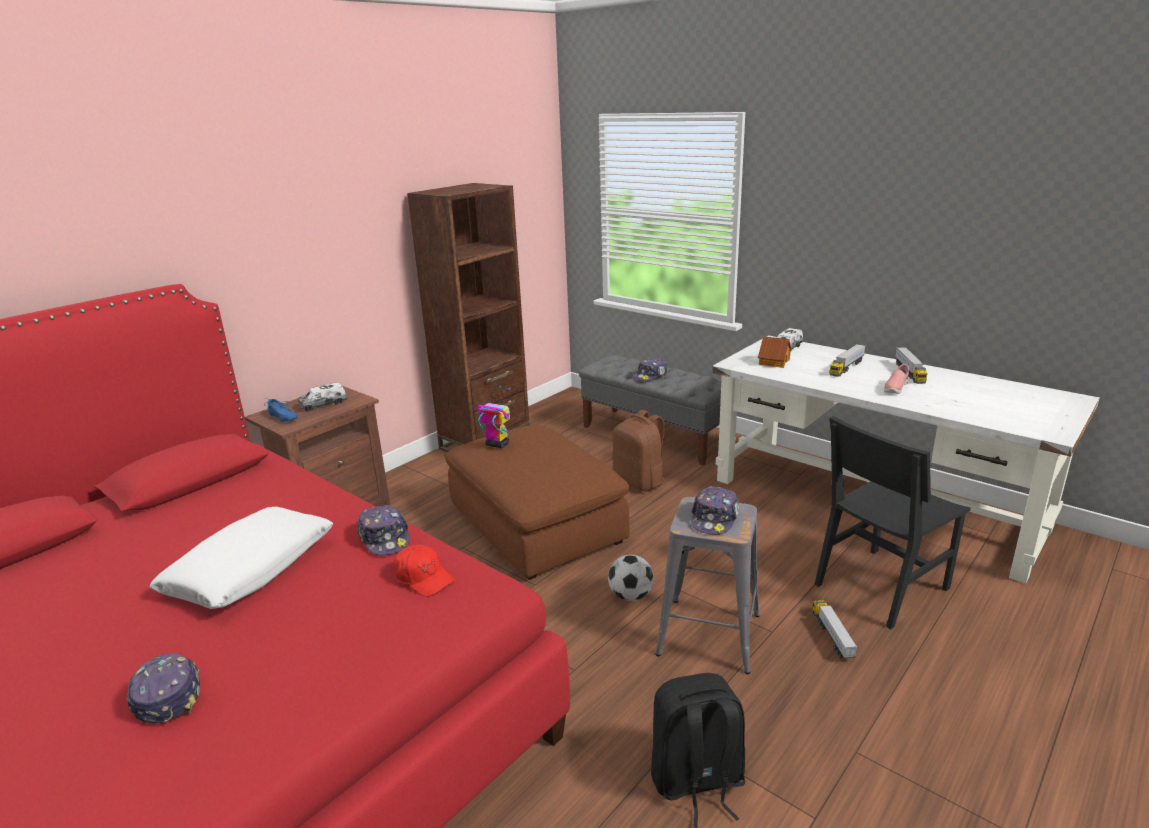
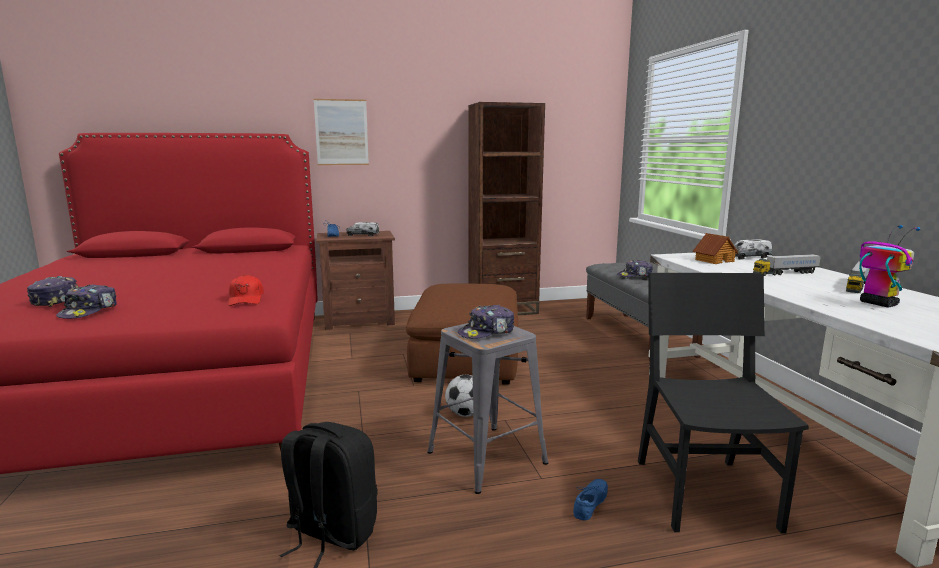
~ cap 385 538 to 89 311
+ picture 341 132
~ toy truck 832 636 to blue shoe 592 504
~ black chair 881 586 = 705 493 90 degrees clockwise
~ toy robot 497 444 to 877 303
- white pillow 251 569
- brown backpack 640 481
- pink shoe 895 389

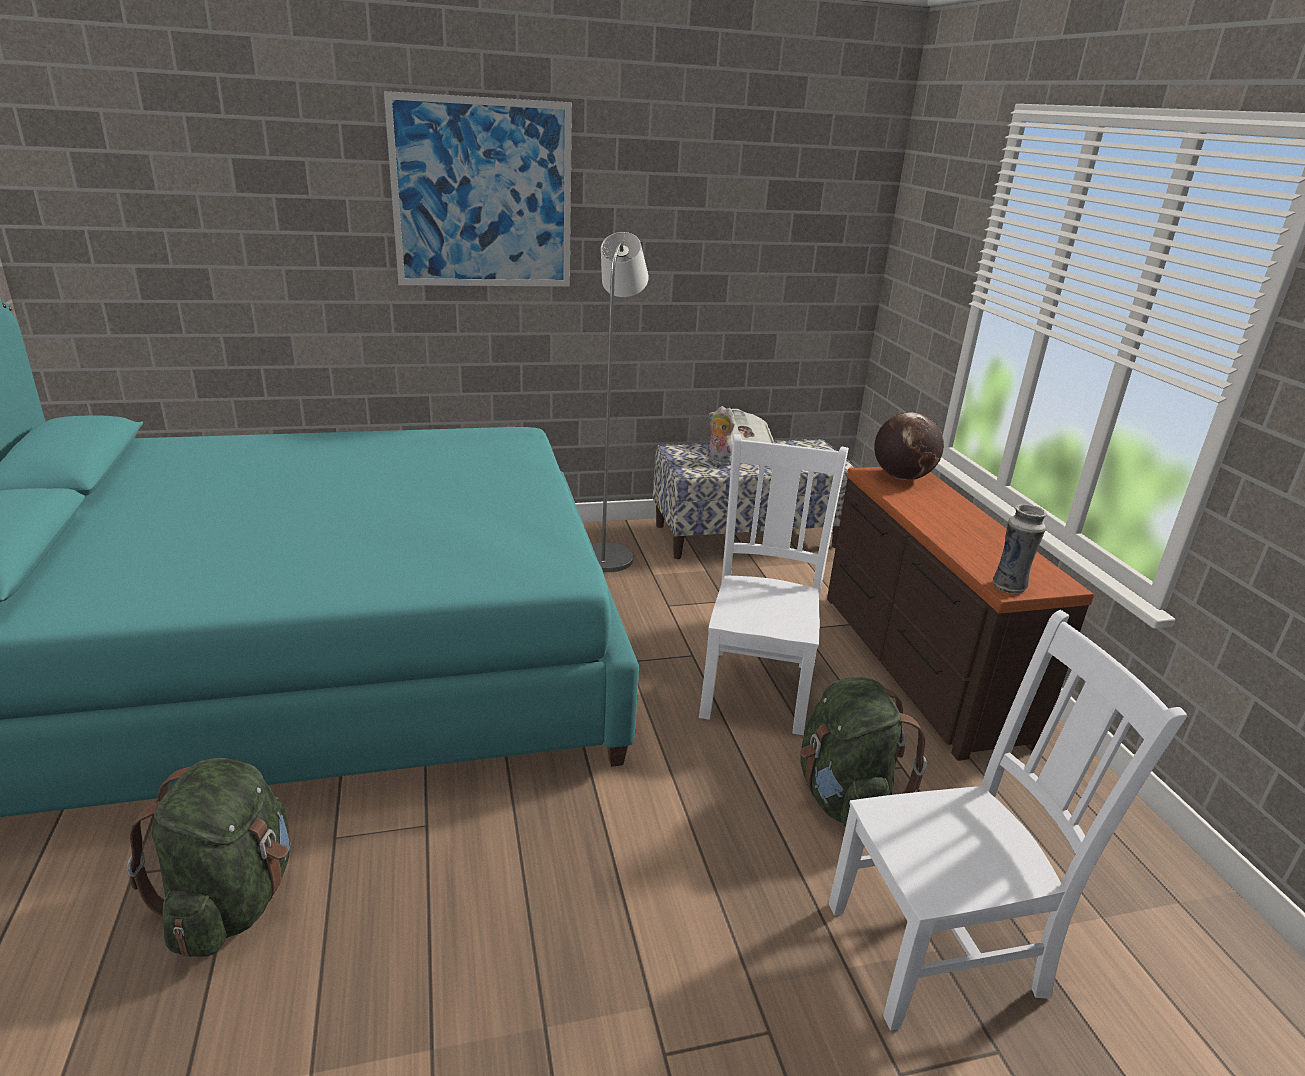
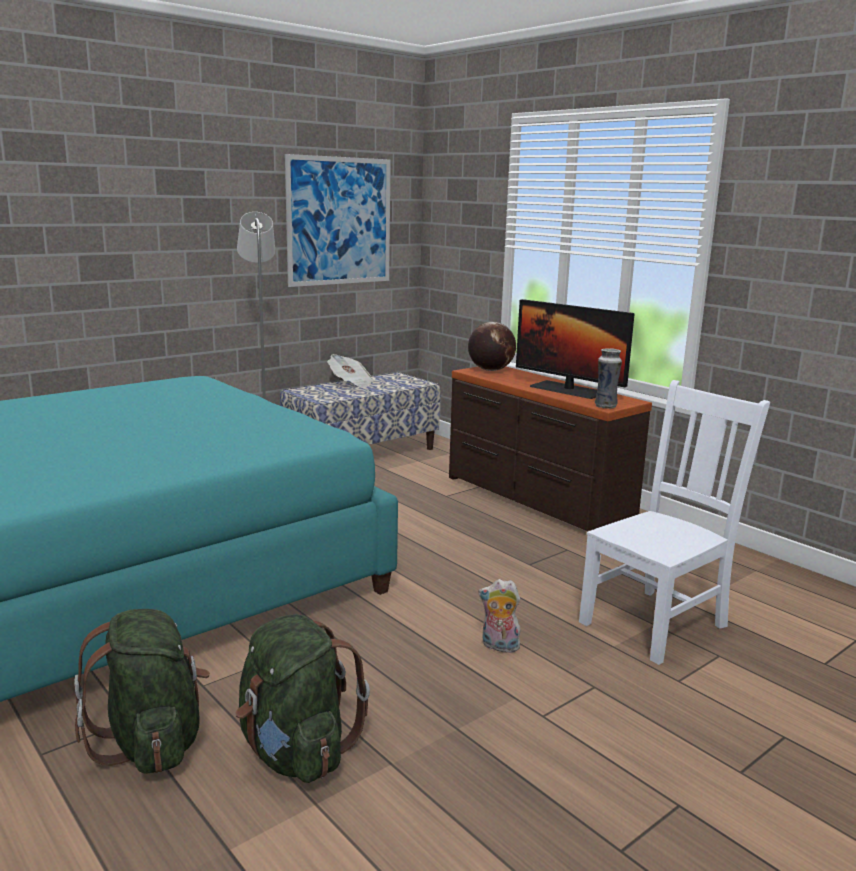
~ green backpack 844 798 to 295 752
~ picture 483 195 to 339 221
~ plush toy 718 461 to 498 647
+ monitor 568 390
- white chair 757 686

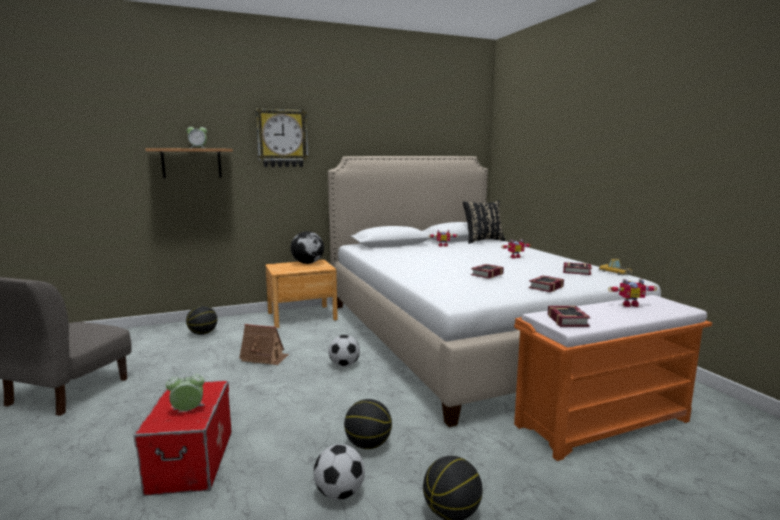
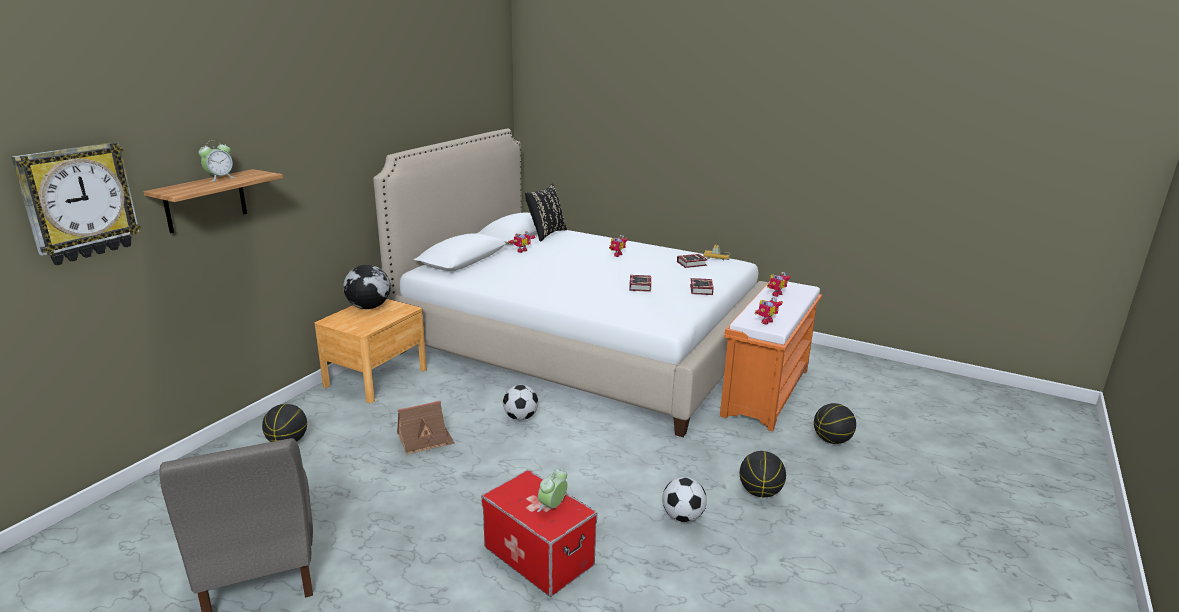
~ wall clock 282 138 to 79 202
~ book 568 320 to toy robot 764 321
~ basketball 368 445 to 832 440

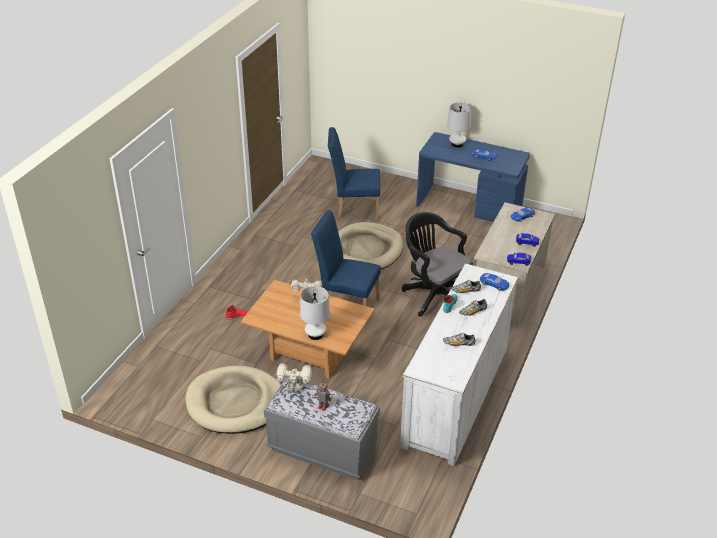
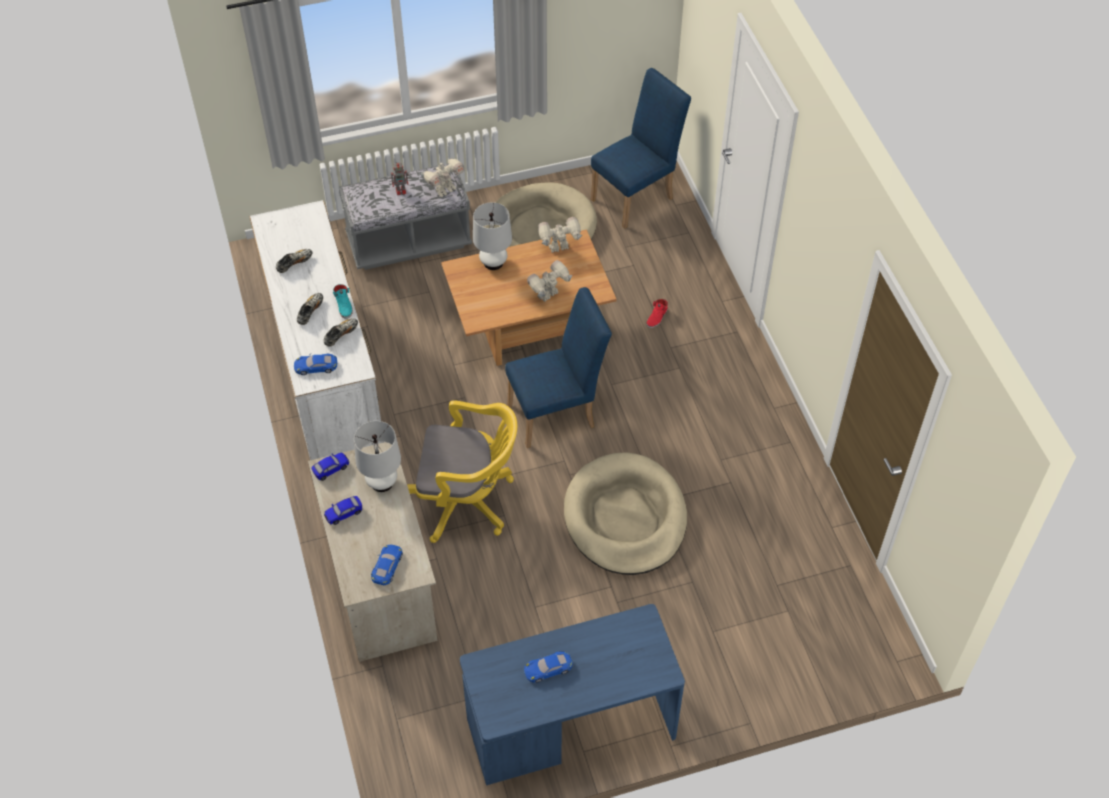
~ white table lamp 457 144 to 382 482
~ black office chair 434 295 to yellow office chair 467 501
+ toy robot 559 249
~ blue chair 353 209 to 637 196

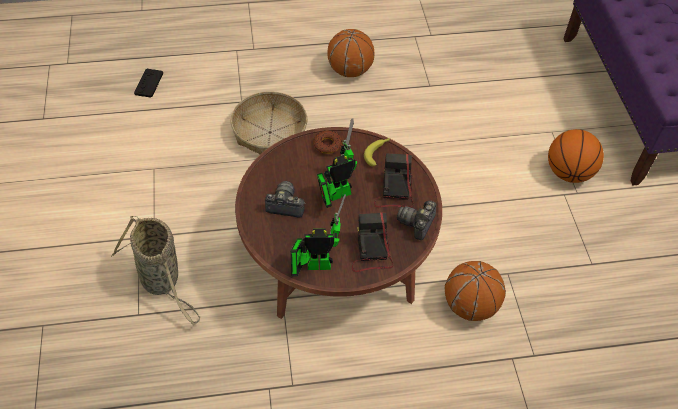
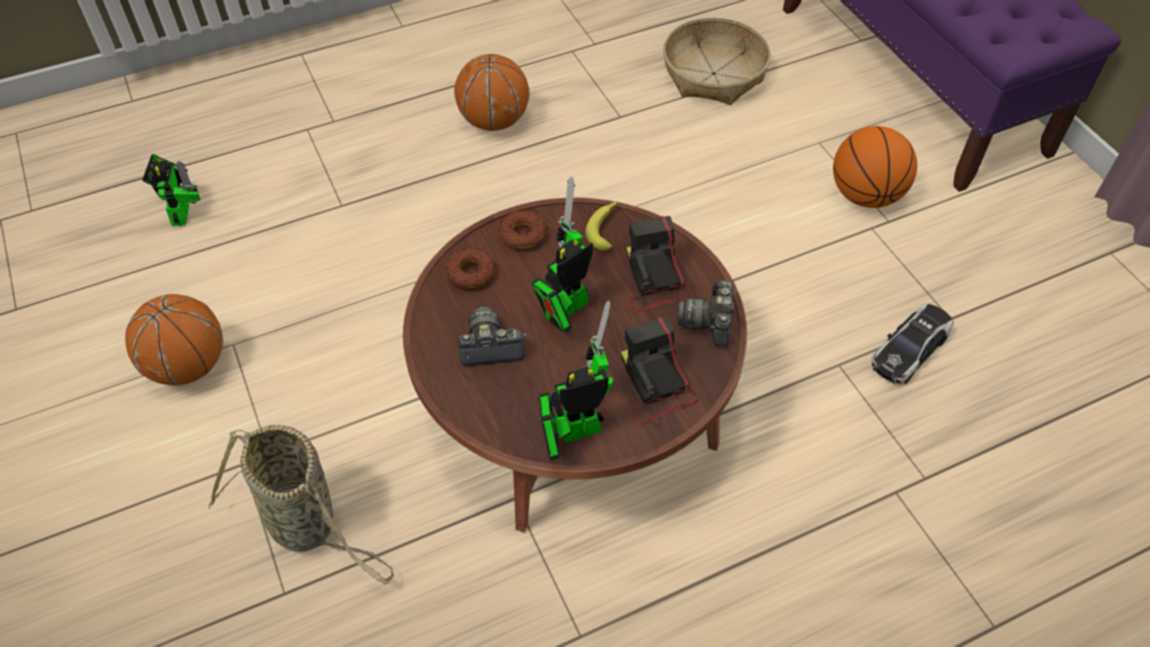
~ basketball 470 306 to 188 366
~ black game controller 149 83 to toy robot 181 211
+ donut 470 272
~ basket 270 132 to 713 73
+ toy car 909 350

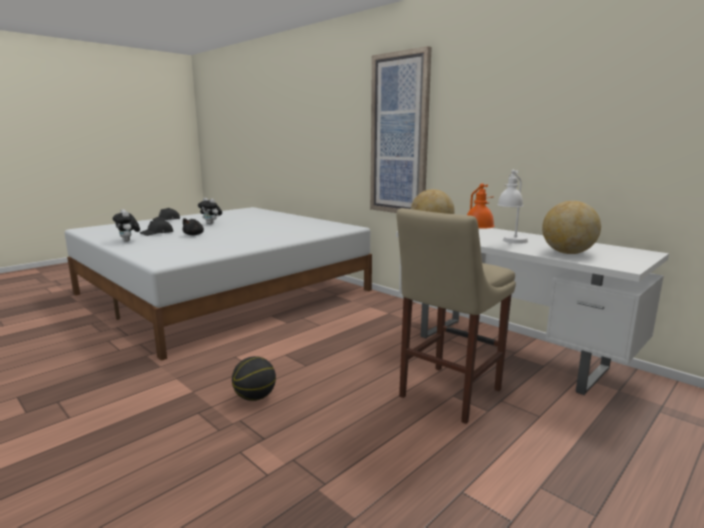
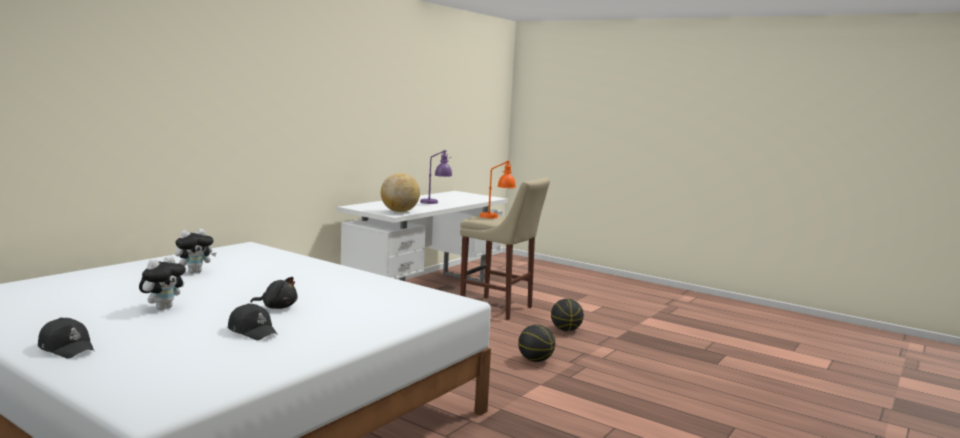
~ plush toy 128 241 to 195 272
~ white table lamp 511 242 to purple table lamp 436 203
+ basketball 566 330
- picture 399 135
- globe 567 253

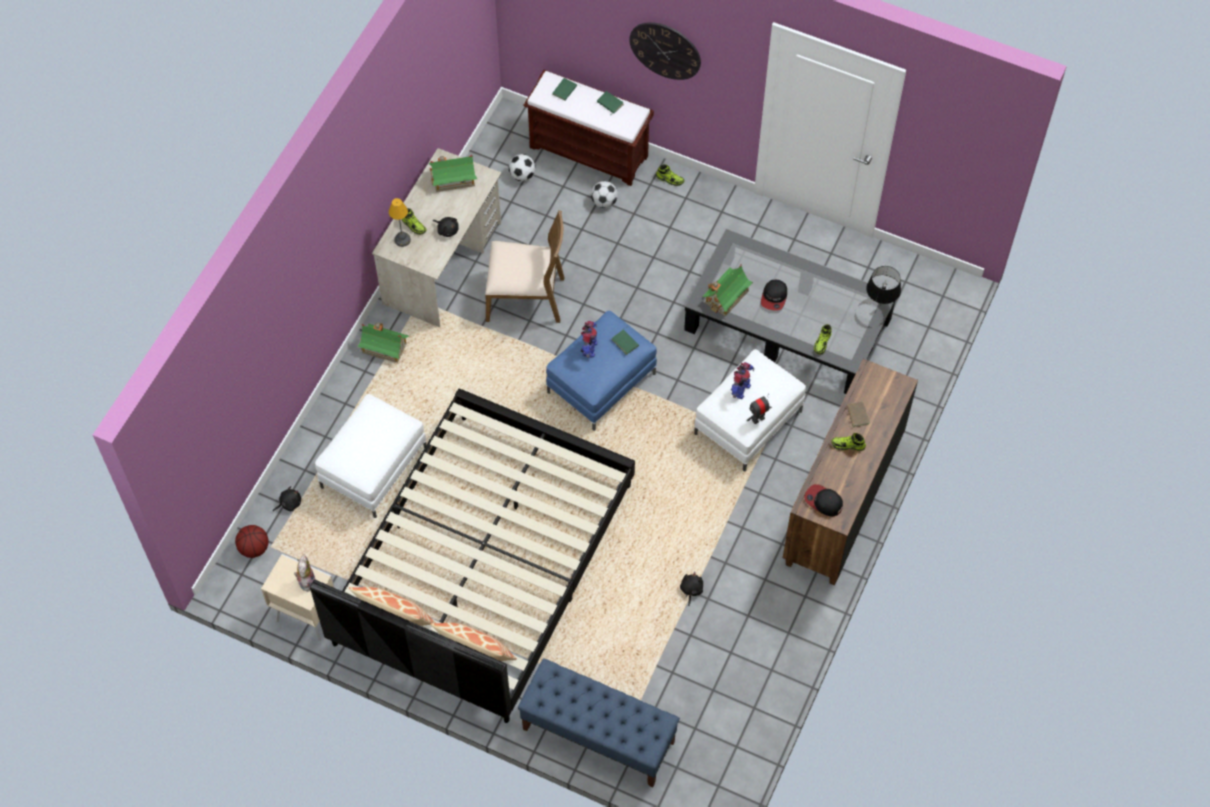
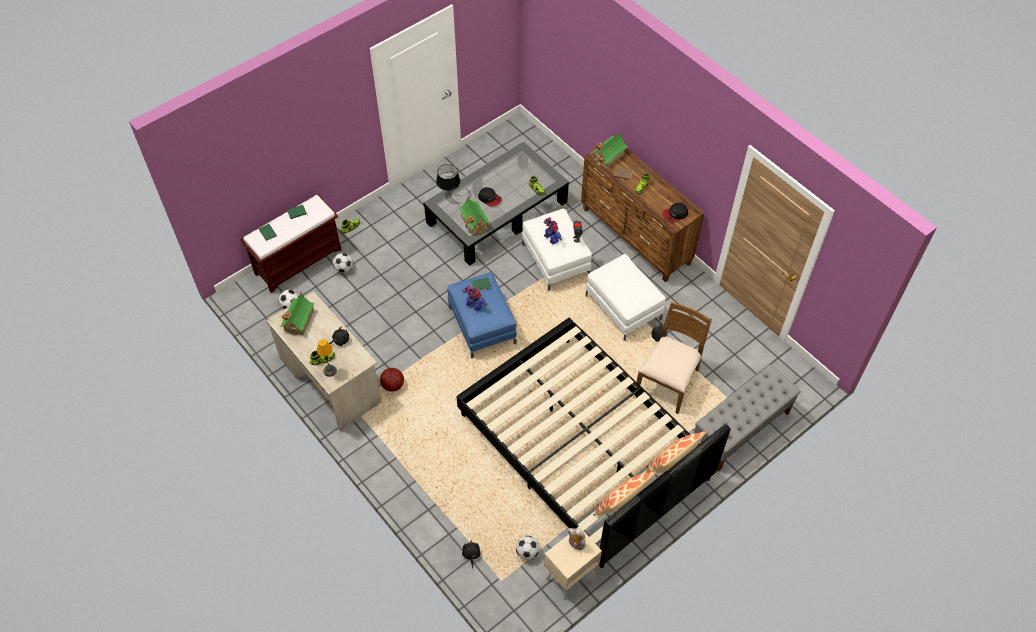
~ basketball 254 548 to 392 385
~ black table lamp 879 305 to 449 195
+ football 527 552
~ white ottoman 374 467 to 623 307
~ toy house 384 347 to 608 156
~ brown chair 526 297 to 668 382
~ blue bench 598 735 to grey bench 740 429
- wall clock 665 50

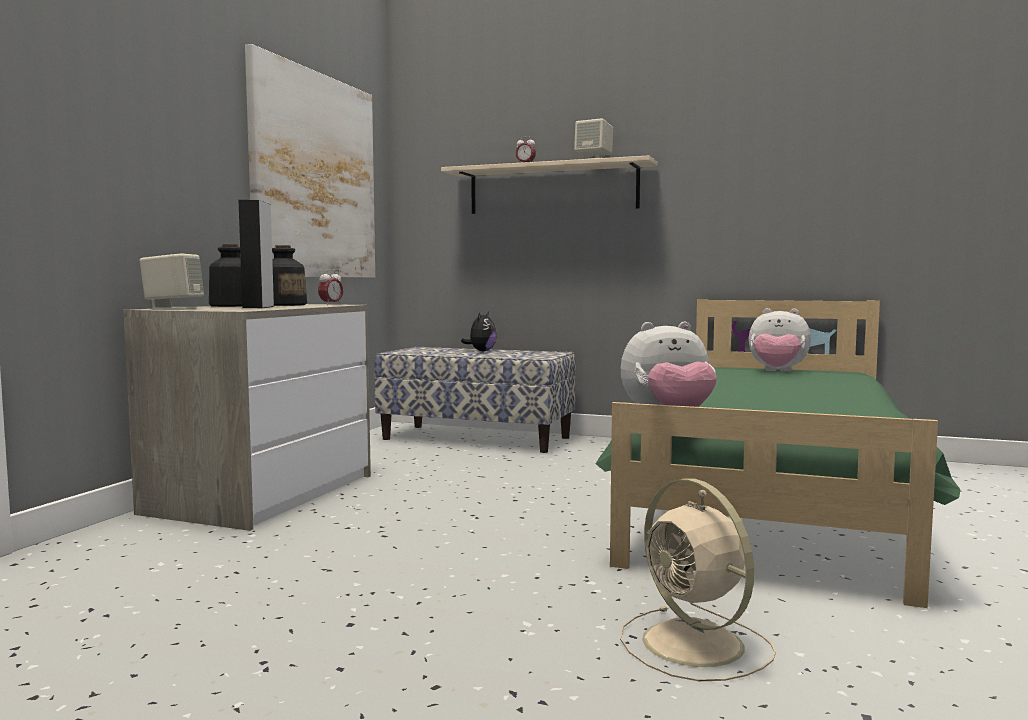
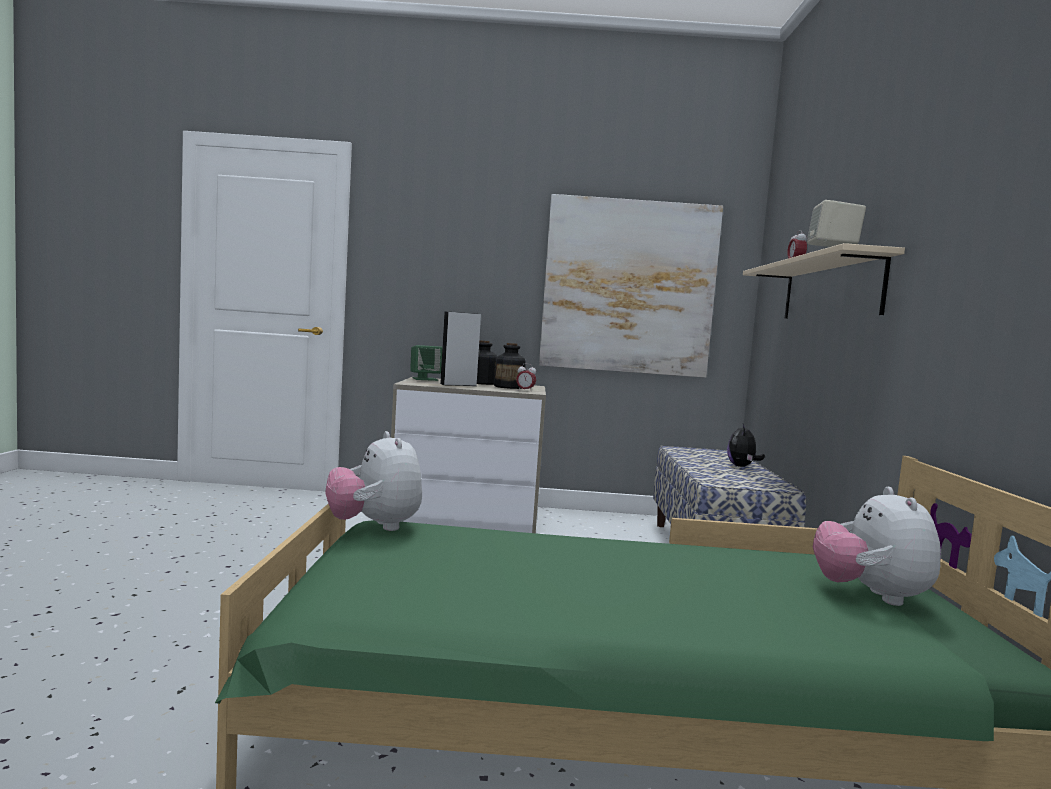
~ beige speaker 173 308 to green speaker 425 379
~ plush toy 481 351 = 742 466 105 degrees clockwise
- beige fan 696 645

